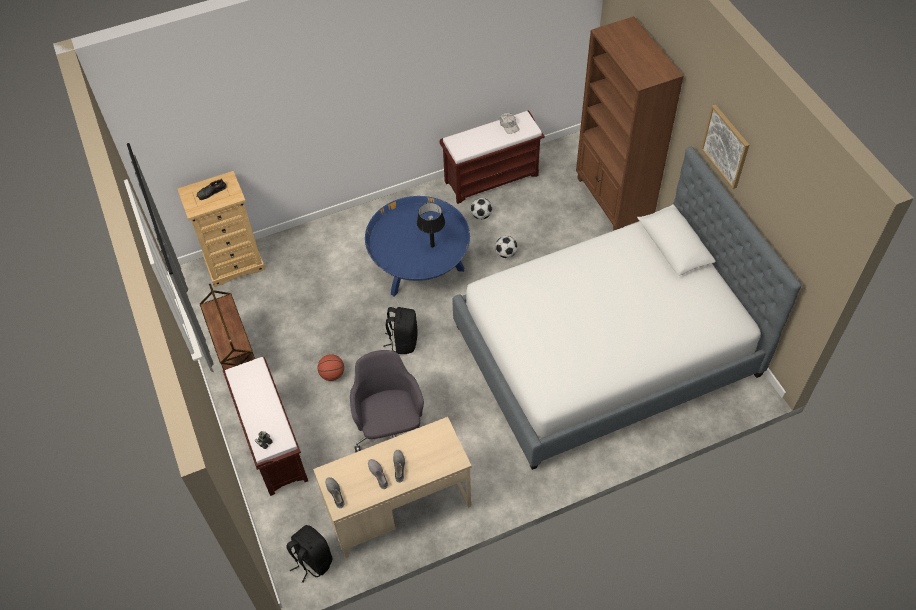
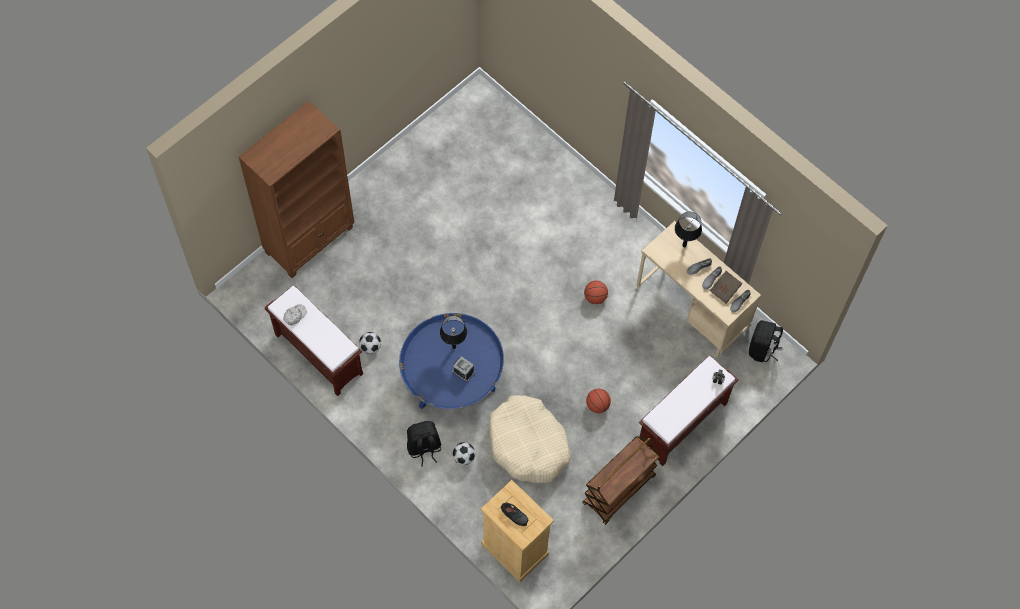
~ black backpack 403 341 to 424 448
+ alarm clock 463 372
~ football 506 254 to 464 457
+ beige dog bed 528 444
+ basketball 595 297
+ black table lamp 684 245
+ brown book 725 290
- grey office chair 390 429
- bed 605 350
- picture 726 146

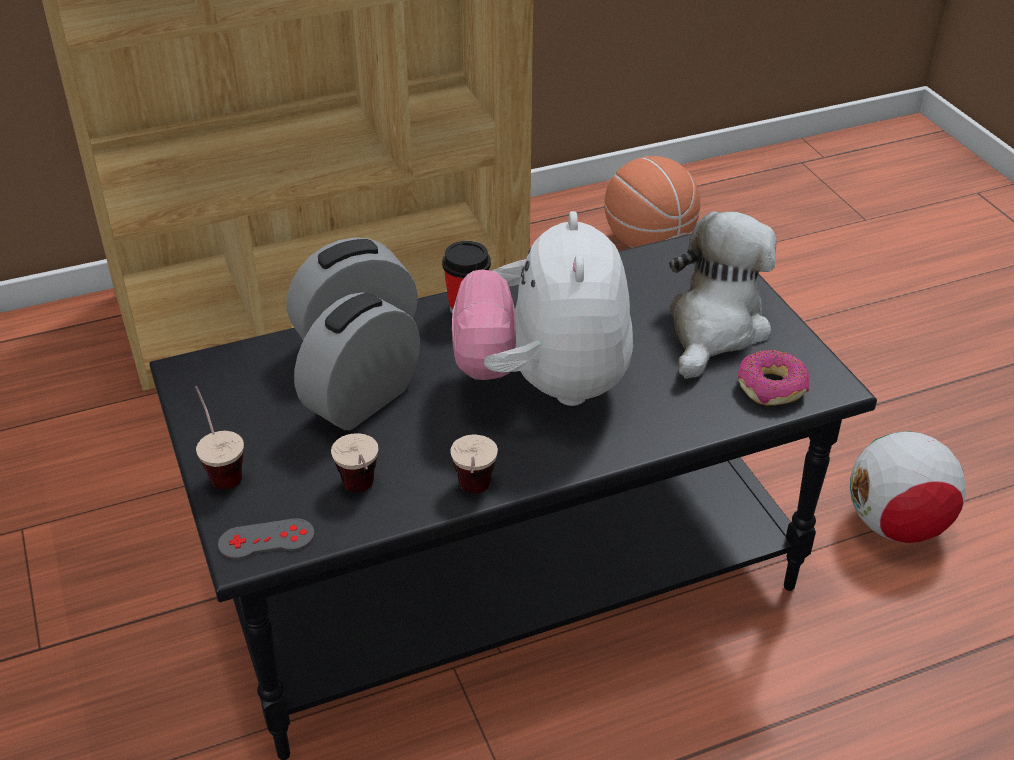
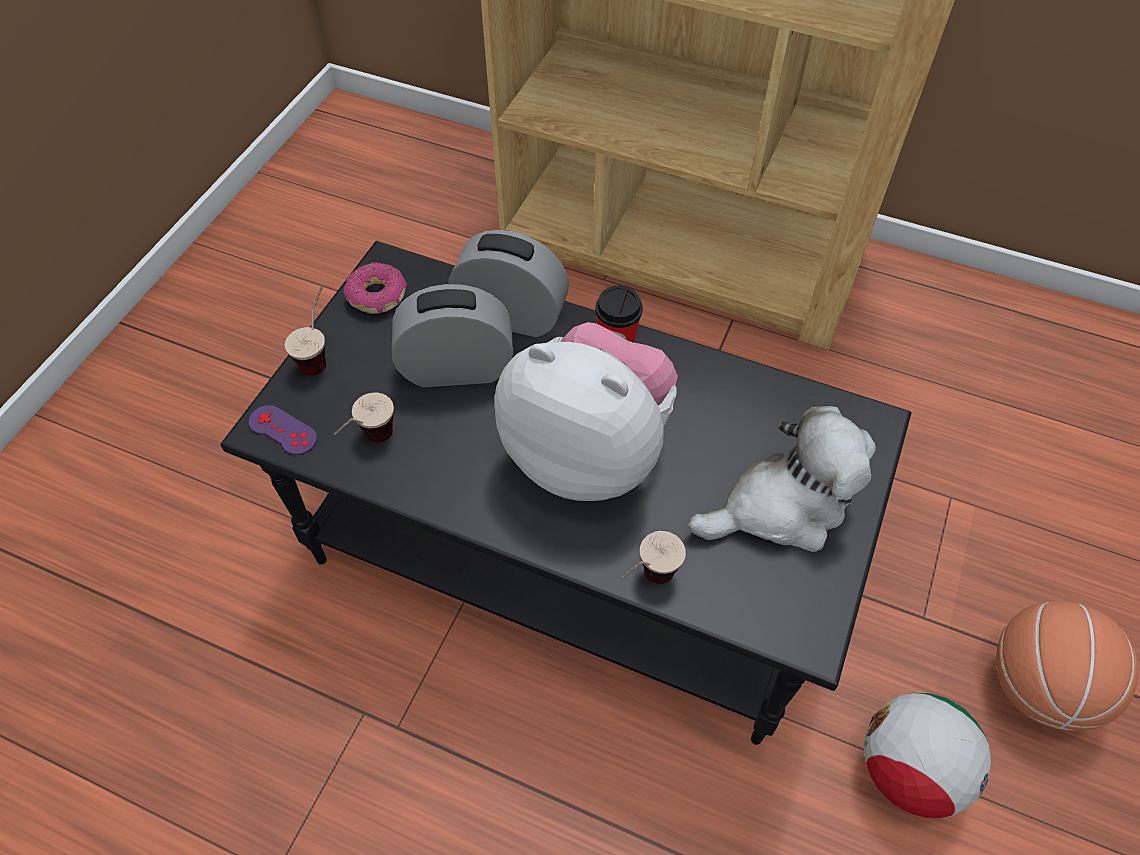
~ grey game controller 266 539 to purple game controller 283 430
~ donut 772 387 to 377 296
~ plush toy 544 384 = 589 452 75 degrees clockwise
~ cup 474 497 to 646 583
~ basketball 649 243 to 1039 686

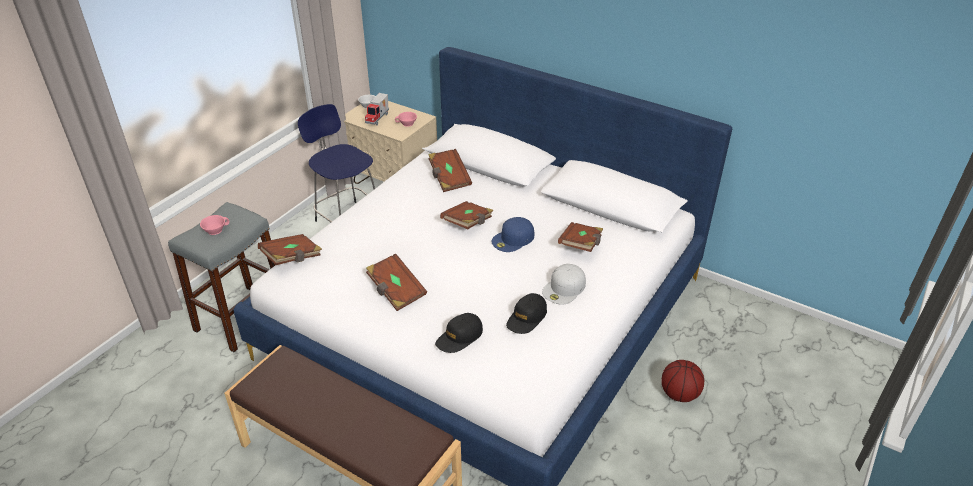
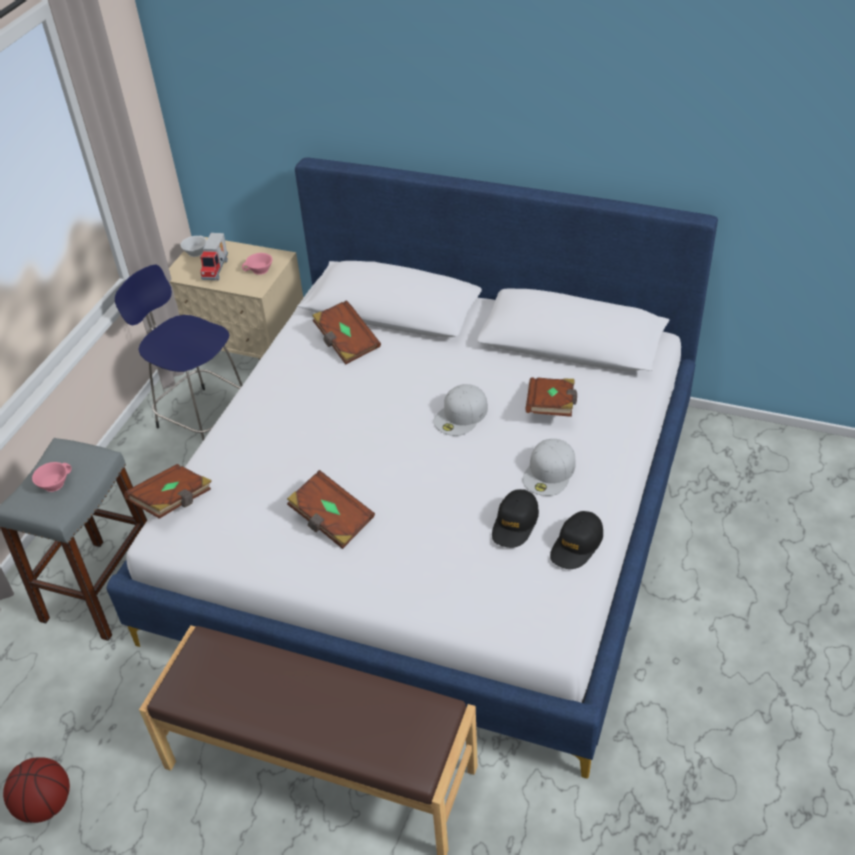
~ basketball 679 394 to 45 804
~ blue cap 513 239 to white cap 461 415
~ black cap 459 337 to 576 545
- brown book 468 223

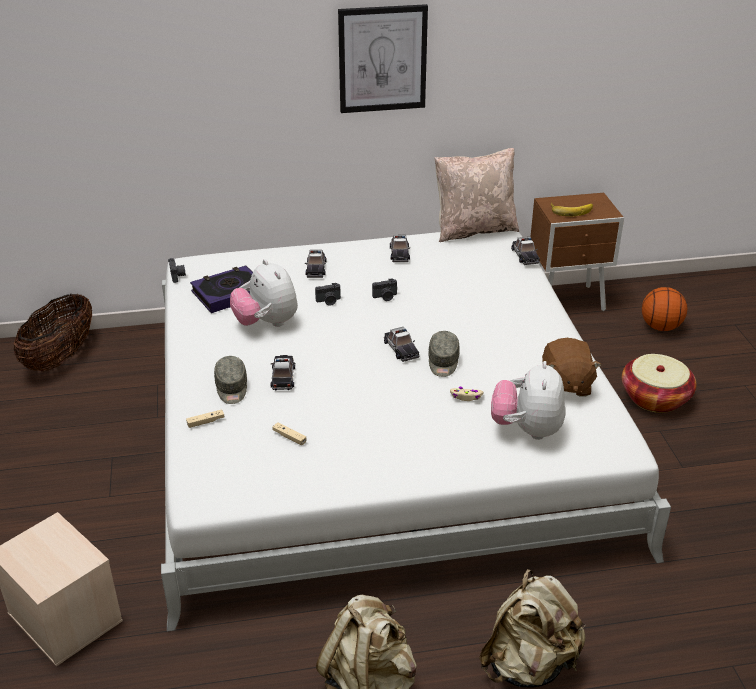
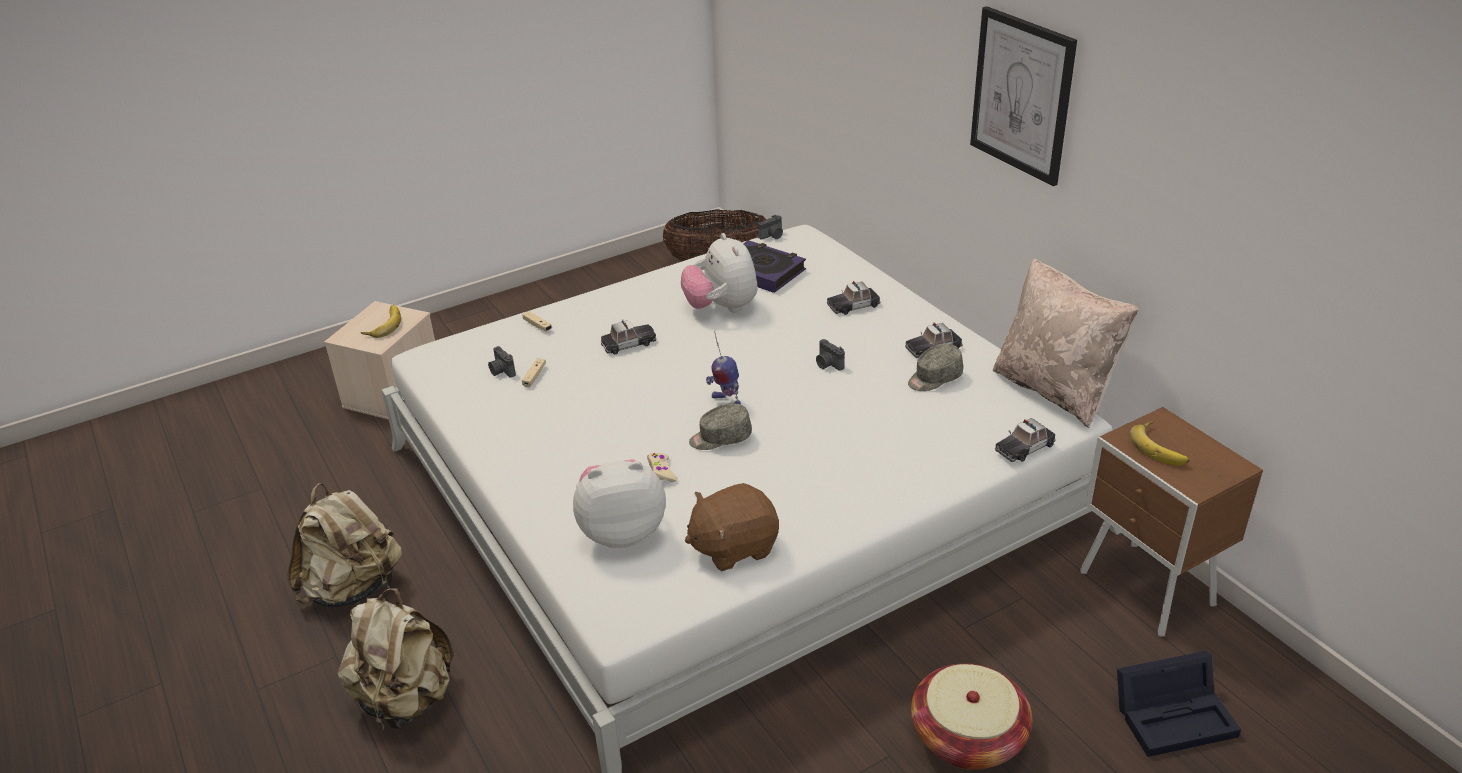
+ banana 383 325
~ photo camera 328 301 to 501 371
~ plush toy 266 323 = 721 308 60 degrees counterclockwise
~ toy car 401 349 to toy robot 725 402
~ grey cap 231 388 to 934 378
~ basketball 660 327 to black storage box 1175 715

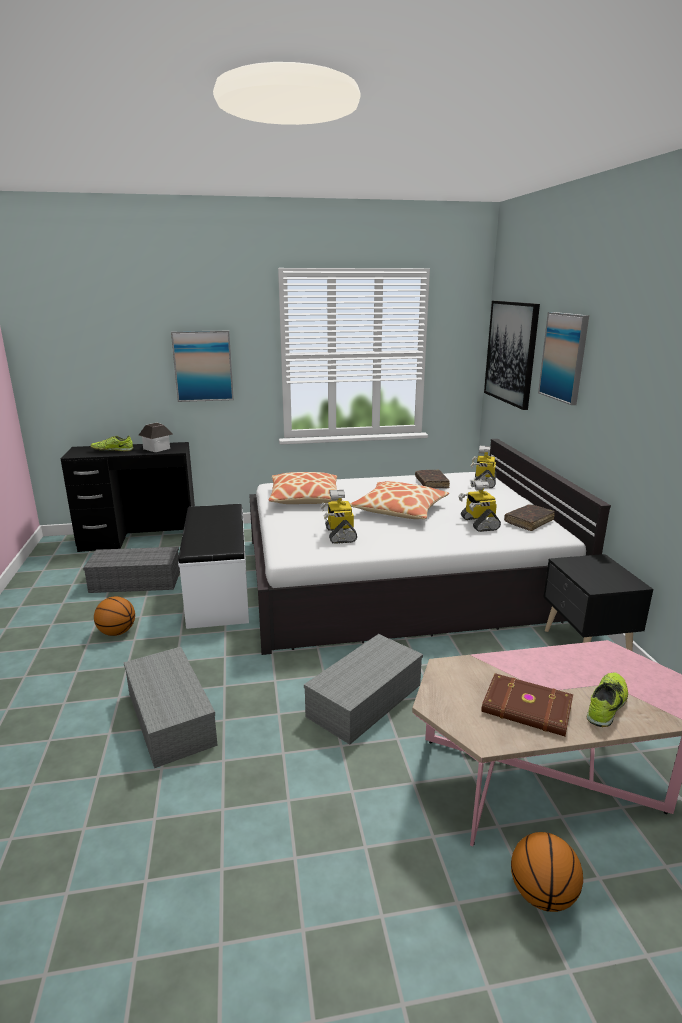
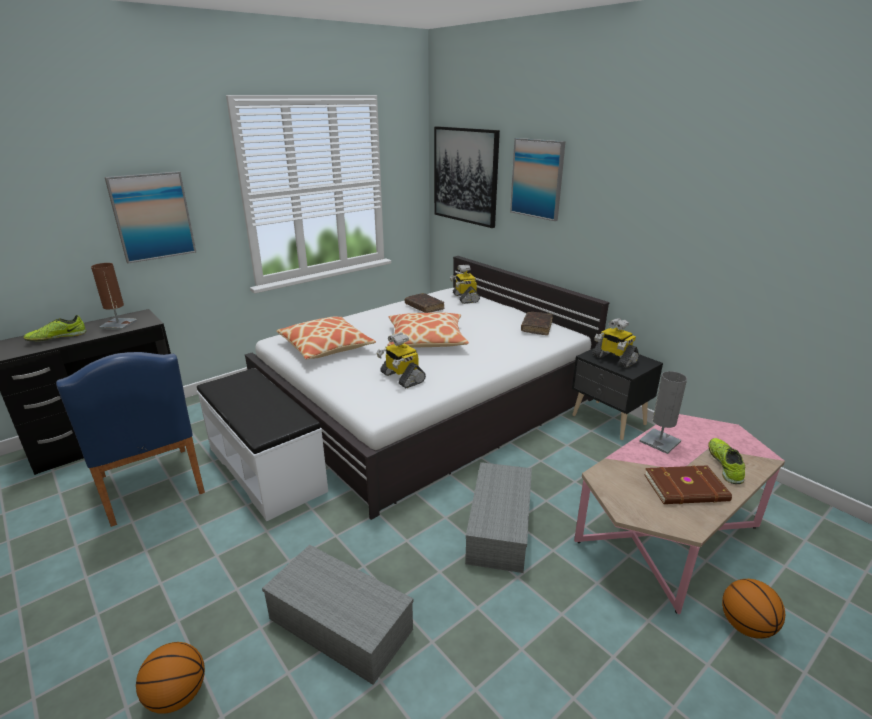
~ grey storage box 134 582 to blue chair 152 488
~ toy house 157 448 to brown table lamp 118 324
~ basketball 117 632 to 177 695
~ toy robot 478 523 to 614 359
+ grey table lamp 660 441

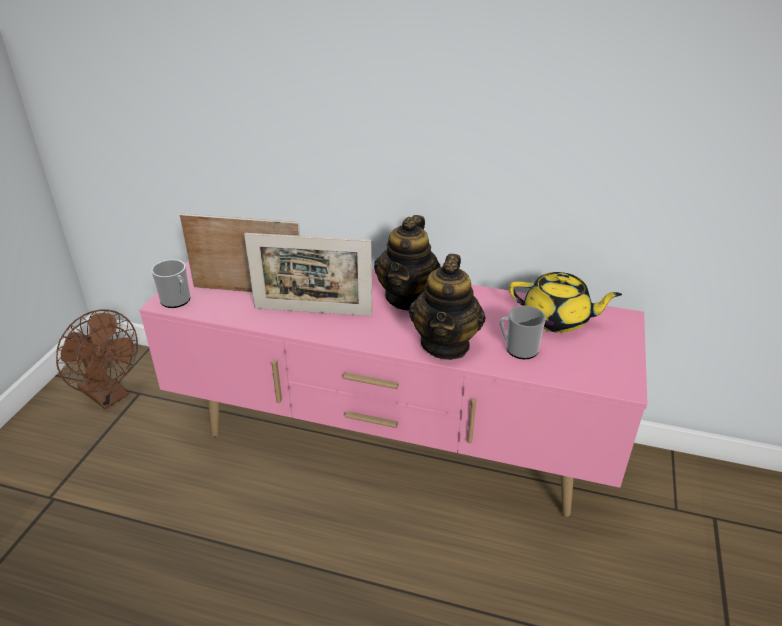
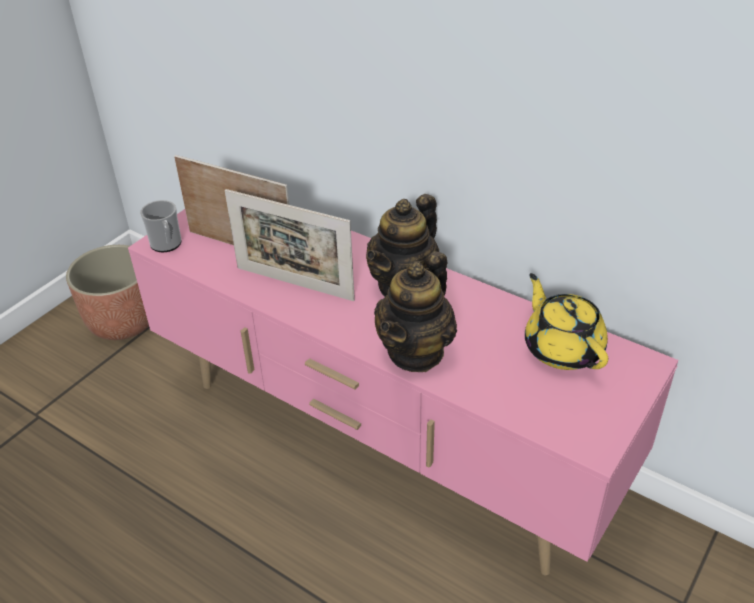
~ brown fan 109 396 to planter 123 321
~ yellow teapot 557 319 = 562 348 150 degrees counterclockwise
- mug 518 349

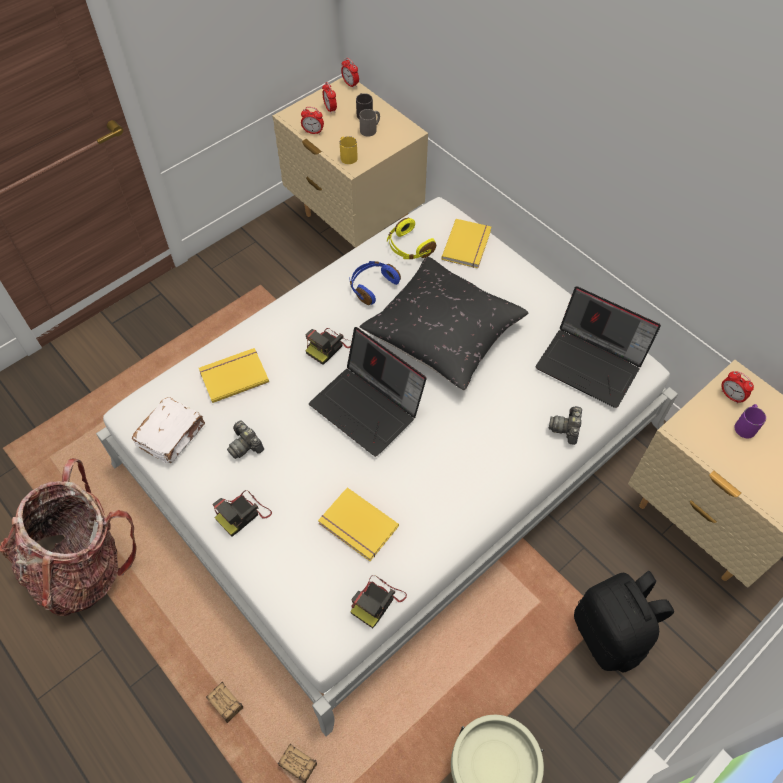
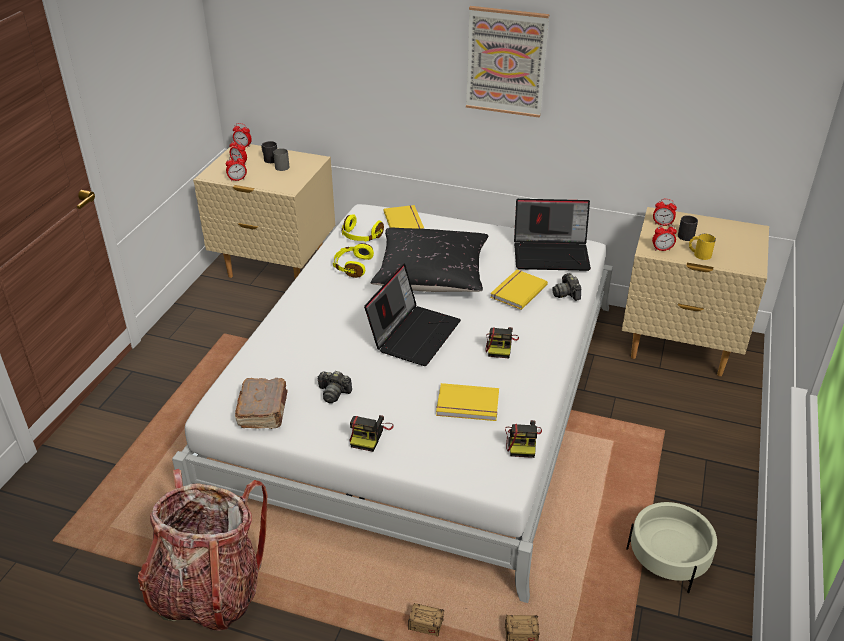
~ white book 172 435 to brown book 264 411
~ blue headphones 372 286 to yellow headphones 352 266
~ laptop 368 408 = 414 334 75 degrees counterclockwise
+ picture 506 61
~ photo camera 329 347 to 500 345
~ yellow book 233 375 to 517 291
+ alarm clock 662 249
~ purple mug 746 425 to black mug 684 234
~ yellow mug 347 156 to 699 254
- black backpack 610 634

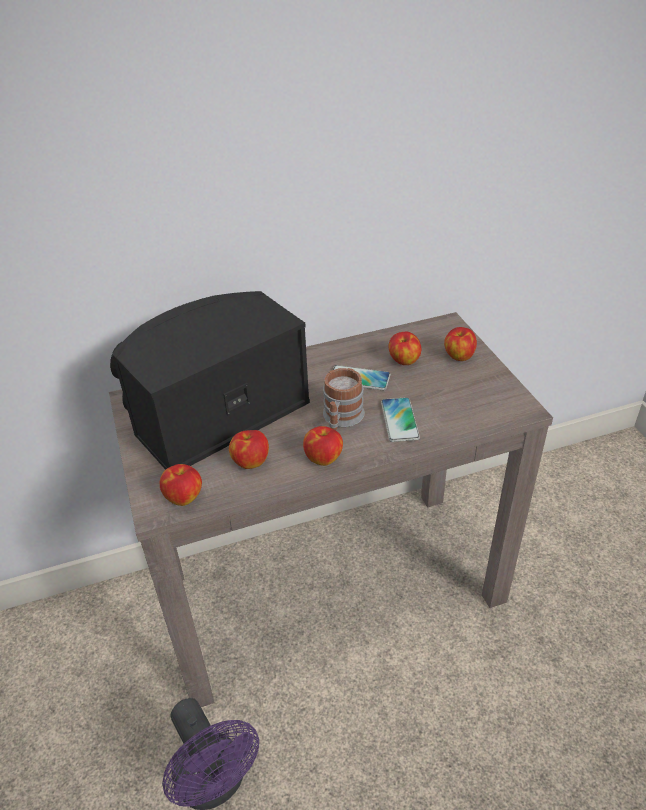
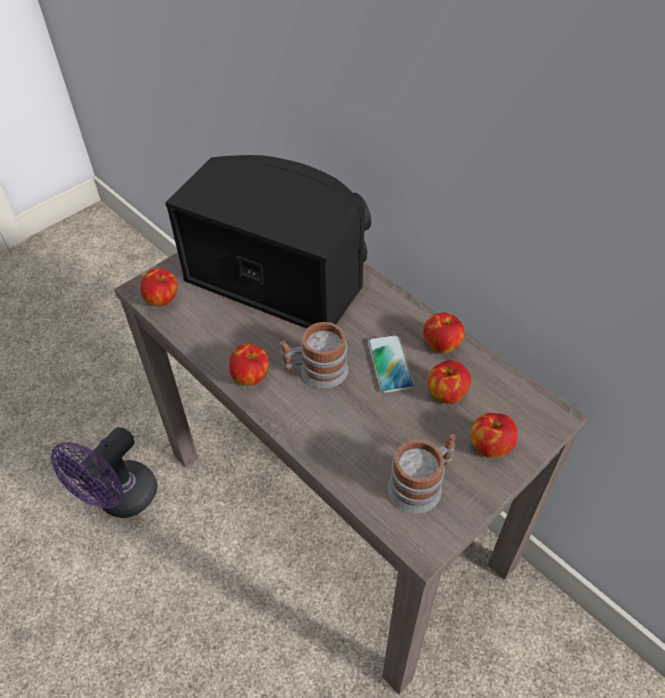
+ mug 421 484
~ apple 250 461 to 441 344
- phone 399 420

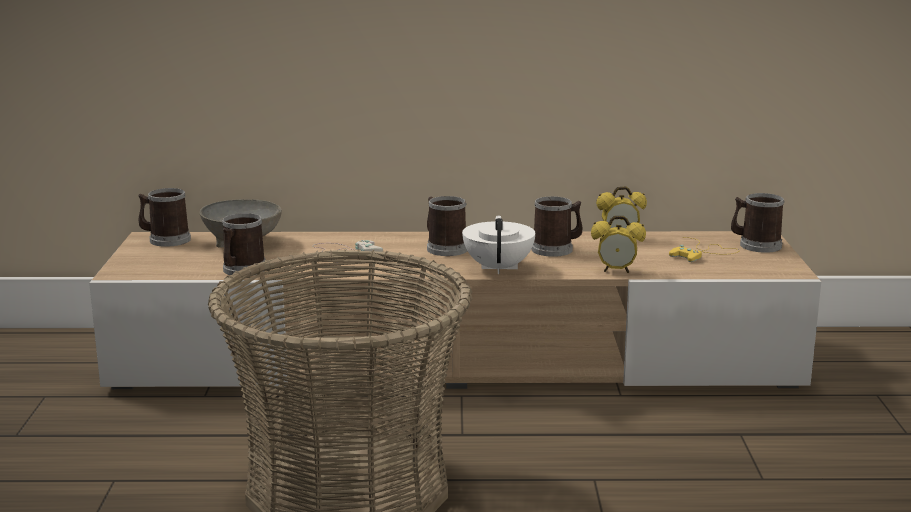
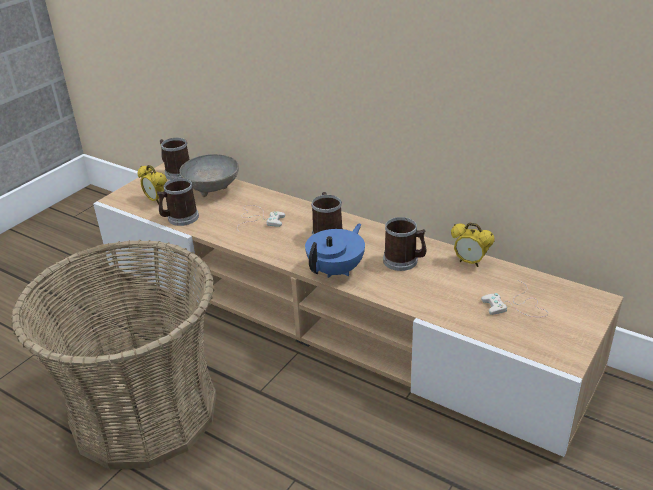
~ alarm clock 616 271 to 156 200
~ white teapot 499 268 to blue teapot 337 270
~ yellow game controller 703 253 to white game controller 516 306
- mug 755 245

